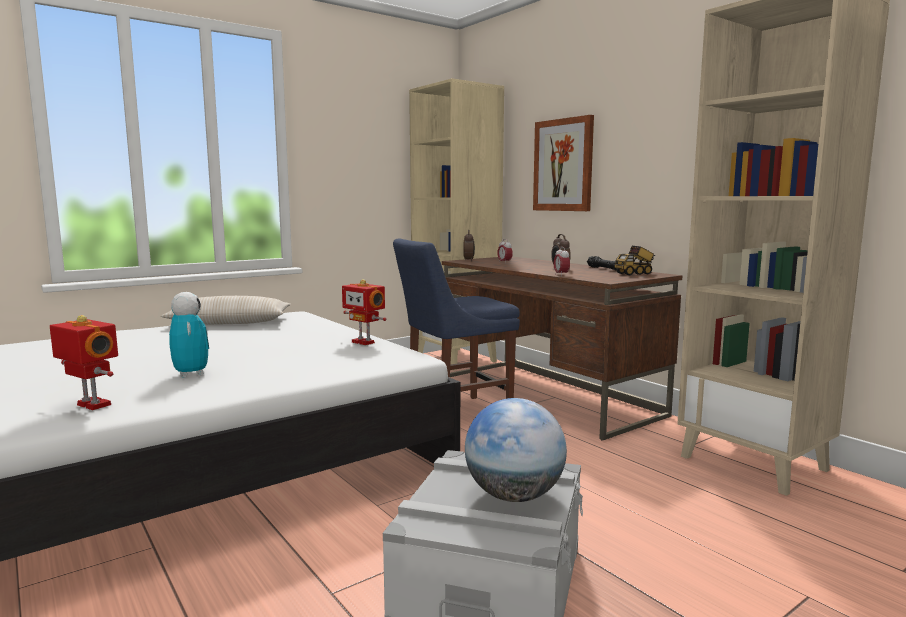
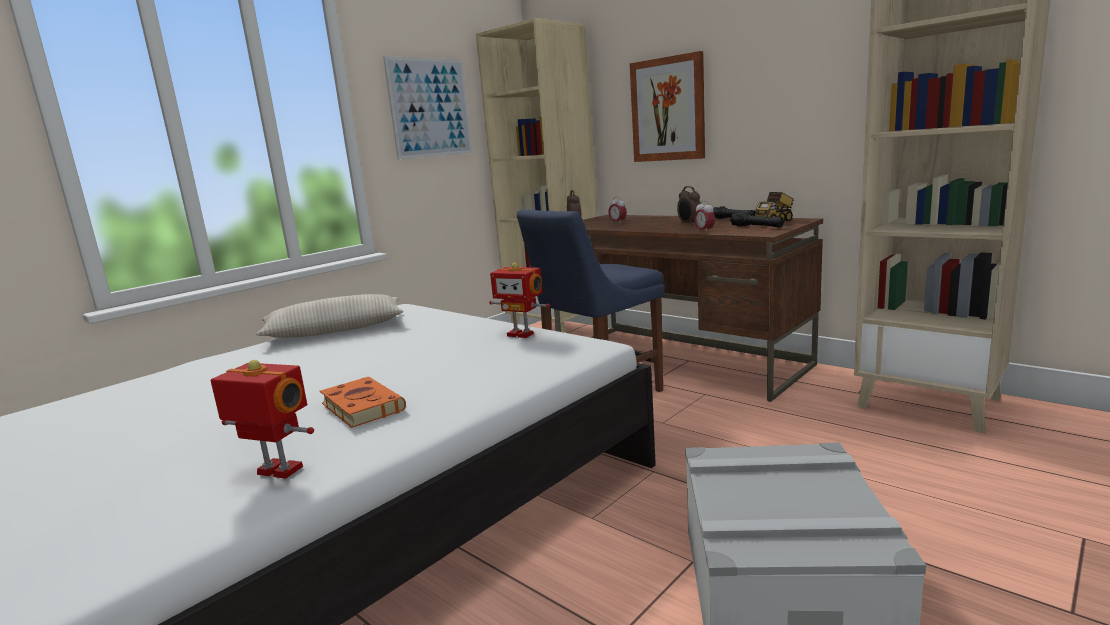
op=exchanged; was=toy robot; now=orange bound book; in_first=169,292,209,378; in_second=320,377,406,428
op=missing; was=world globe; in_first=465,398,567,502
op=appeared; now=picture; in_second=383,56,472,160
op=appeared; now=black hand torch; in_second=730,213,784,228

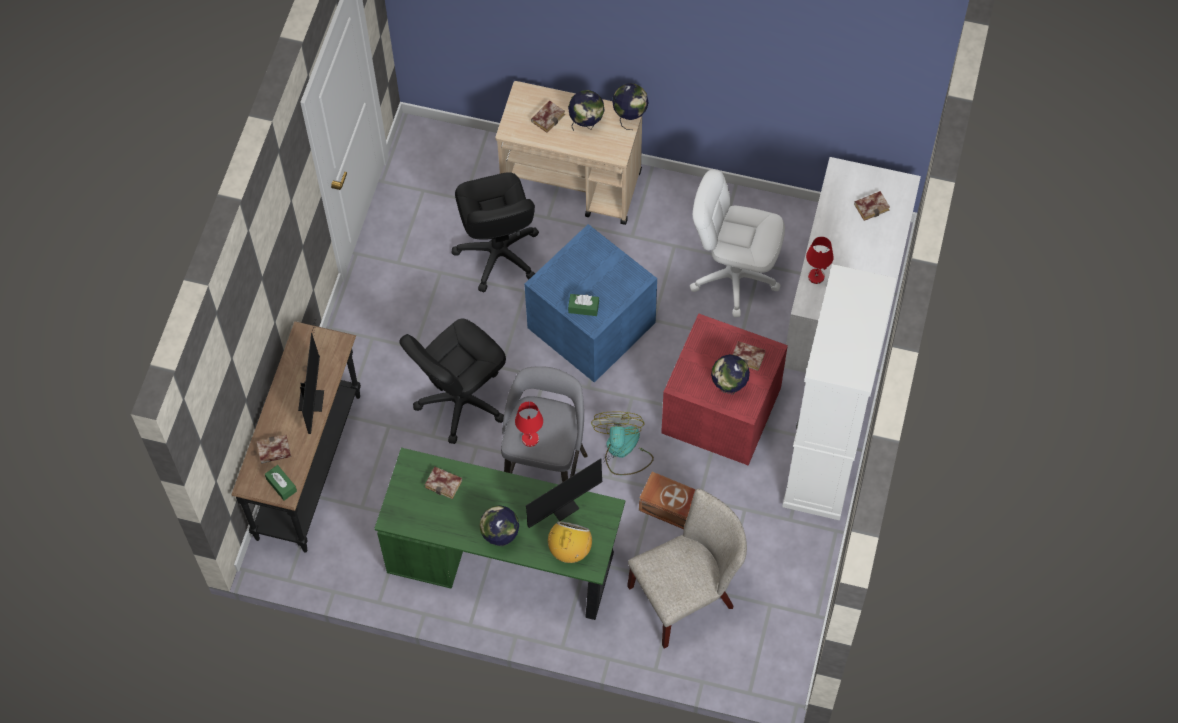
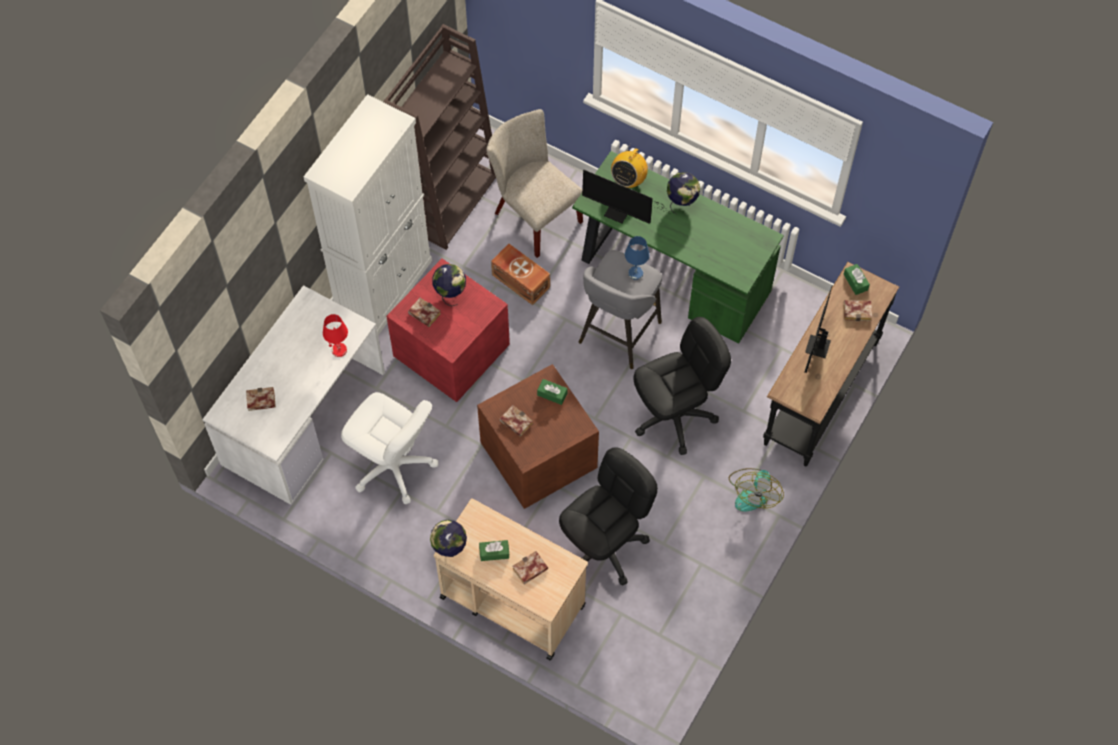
op=exchanged; was=world globe; now=green-coloured tissue holder; in_first=568,90,605,131; in_second=479,540,509,561
op=spun; was=black office chair; in_first=451,172,539,292; in_second=559,447,658,586; clockwise=45
op=colour; was=blue storage bin; now=brownish storage bin; in_first=524,224,657,383; in_second=477,364,599,509
op=colour; was=red-coloured tabletop lamp; now=blue tabletop lamp; in_first=515,401,543,447; in_second=625,236,650,280
op=relocated; was=electric fan; in_first=591,412,654,475; in_second=729,468,784,512
op=spun; was=computer display; in_first=526,451,619,528; in_second=582,169,670,224; clockwise=-135
op=relocated; was=bound book; in_first=425,466,462,499; in_second=500,405,533,437
op=spun; was=beige plain chair; in_first=627,488,747,649; in_second=486,109,583,258; clockwise=60
op=appeared; now=brownish bookcase; in_second=383,24,496,250

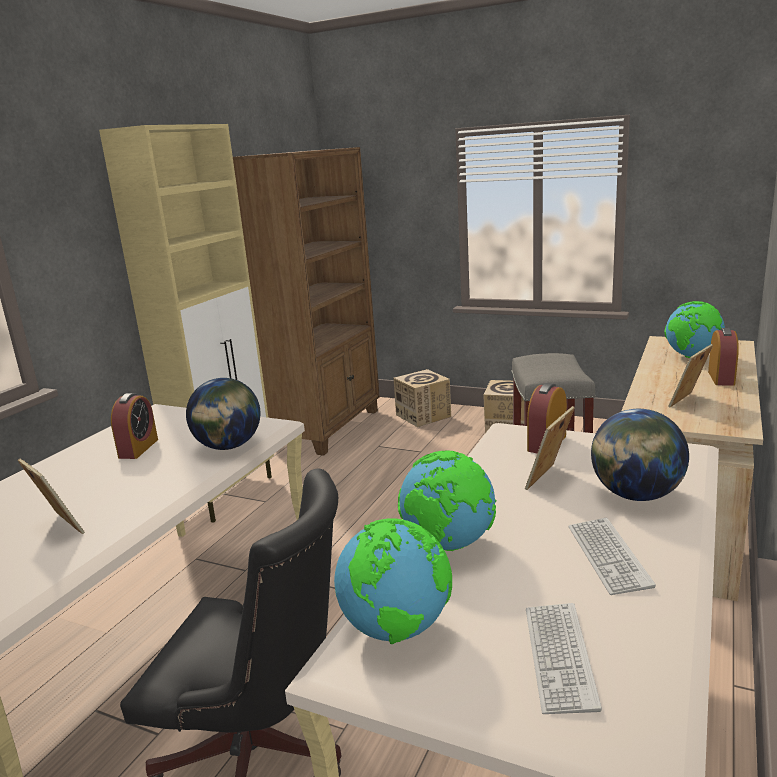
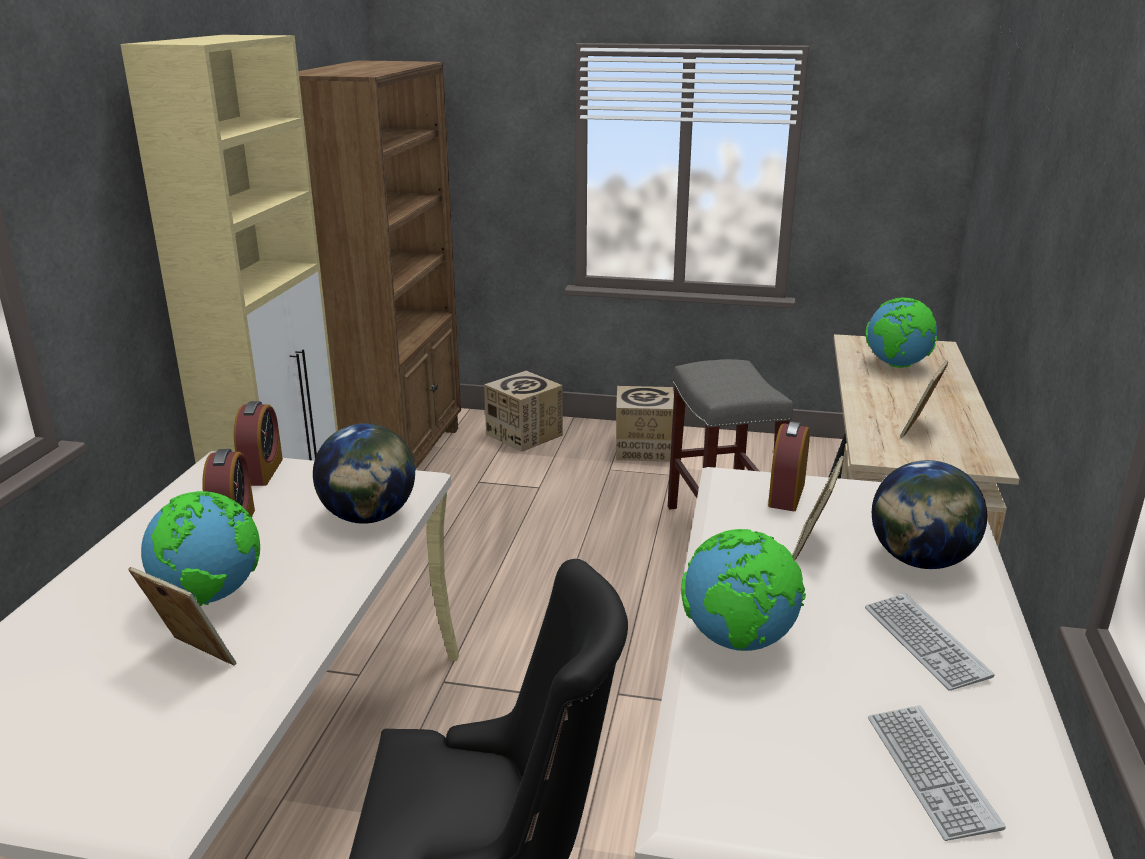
op=relocated; was=alarm clock; in_first=708,328,739,386; in_second=234,401,283,486
op=relocated; was=world globe; in_first=334,518,452,644; in_second=141,491,260,606

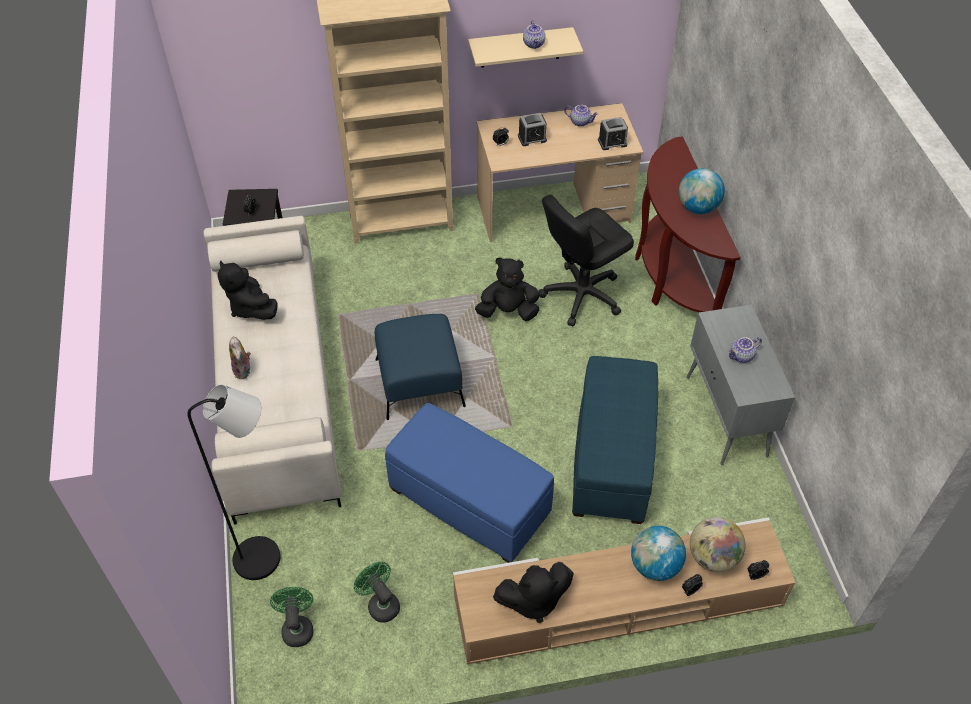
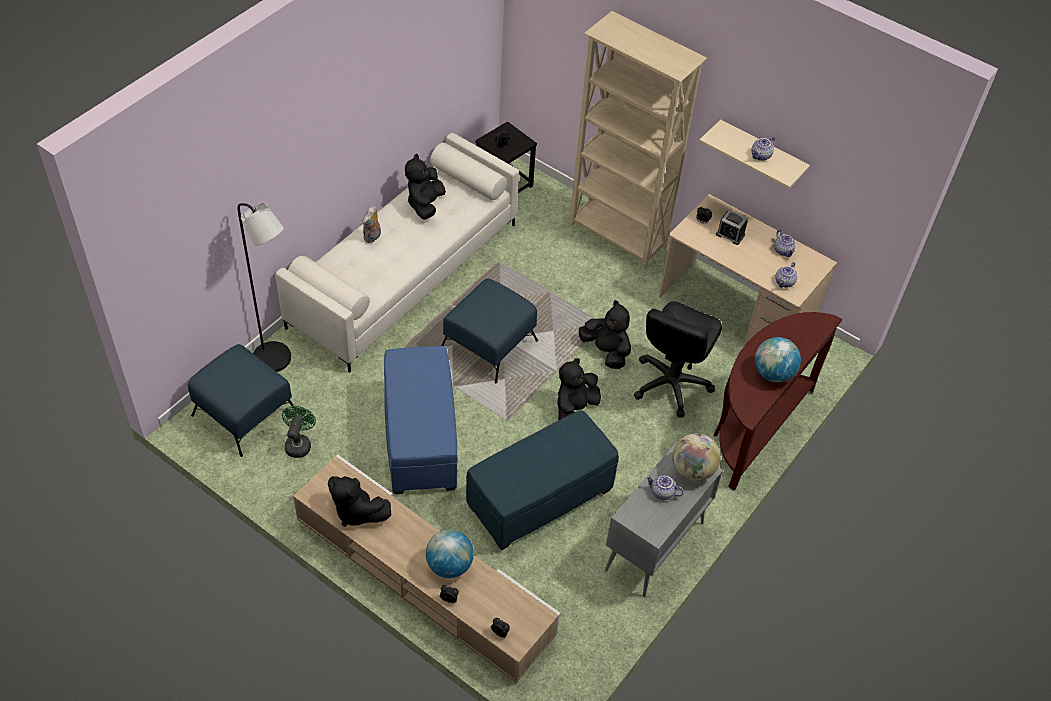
op=exchanged; was=alarm clock; now=teapot; in_first=598,117,628,150; in_second=775,262,797,288
op=spun; was=black office chair; in_first=538,195,634,326; in_second=634,301,722,418; clockwise=-75
op=relocated; was=world globe; in_first=690,517,746,572; in_second=672,433,721,481
op=exchanged; was=green-coloured electric fan; now=blue footrest; in_first=270,587,314,647; in_second=188,344,296,457
op=appeared; now=black soft toy; in_second=557,358,601,420

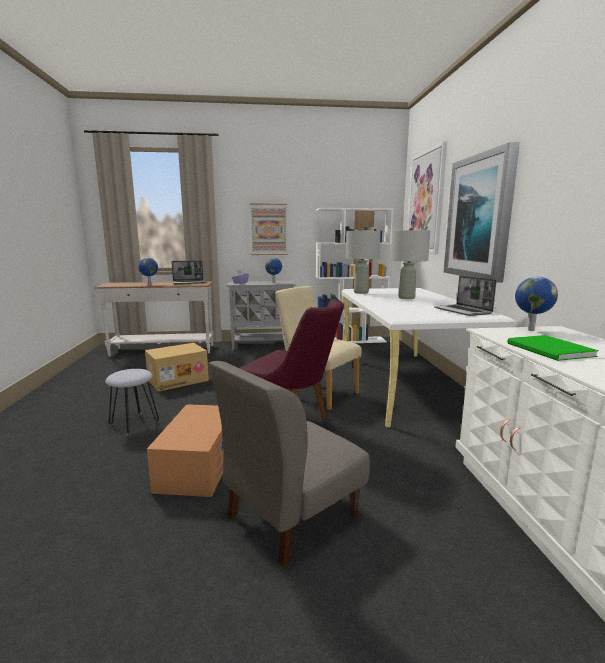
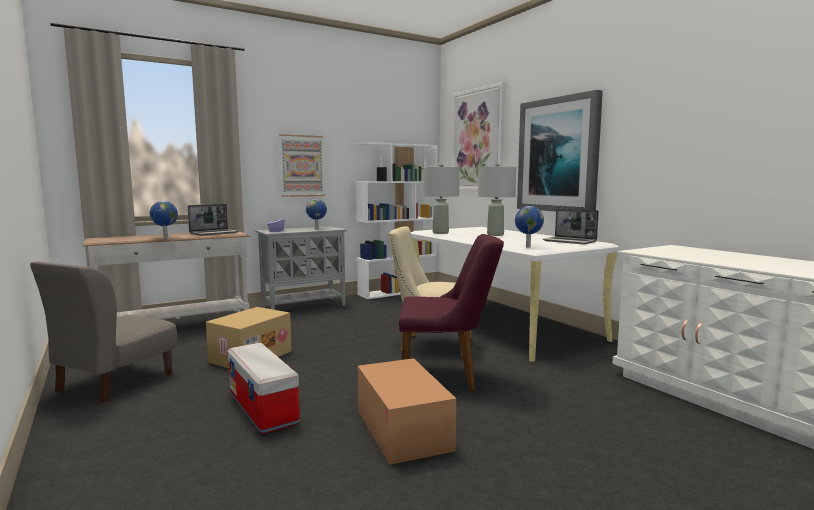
op=relocated; was=world globe; in_first=515,277,558,331; in_second=515,206,544,248
op=missing; was=green-coloured bound book; in_first=507,335,599,361
op=relocated; was=grey plain chair; in_first=208,361,370,567; in_second=30,262,177,403
op=exchanged; was=grey sitting stool; now=storage bin; in_first=105,369,159,435; in_second=227,342,300,434

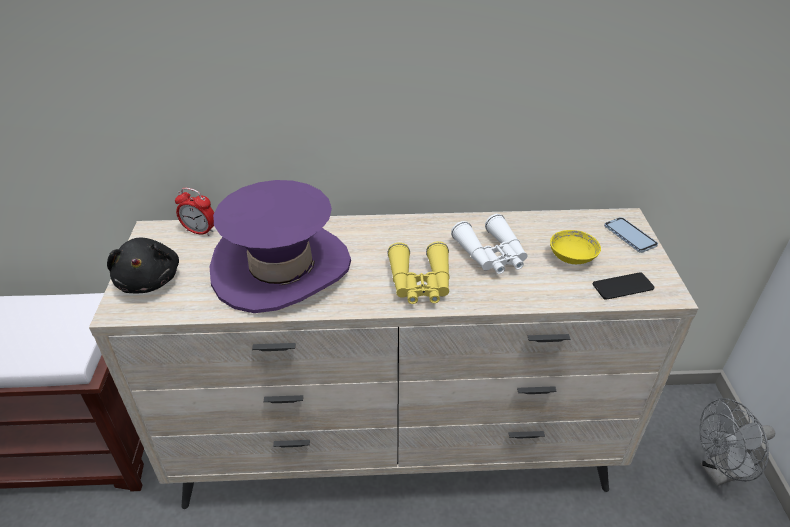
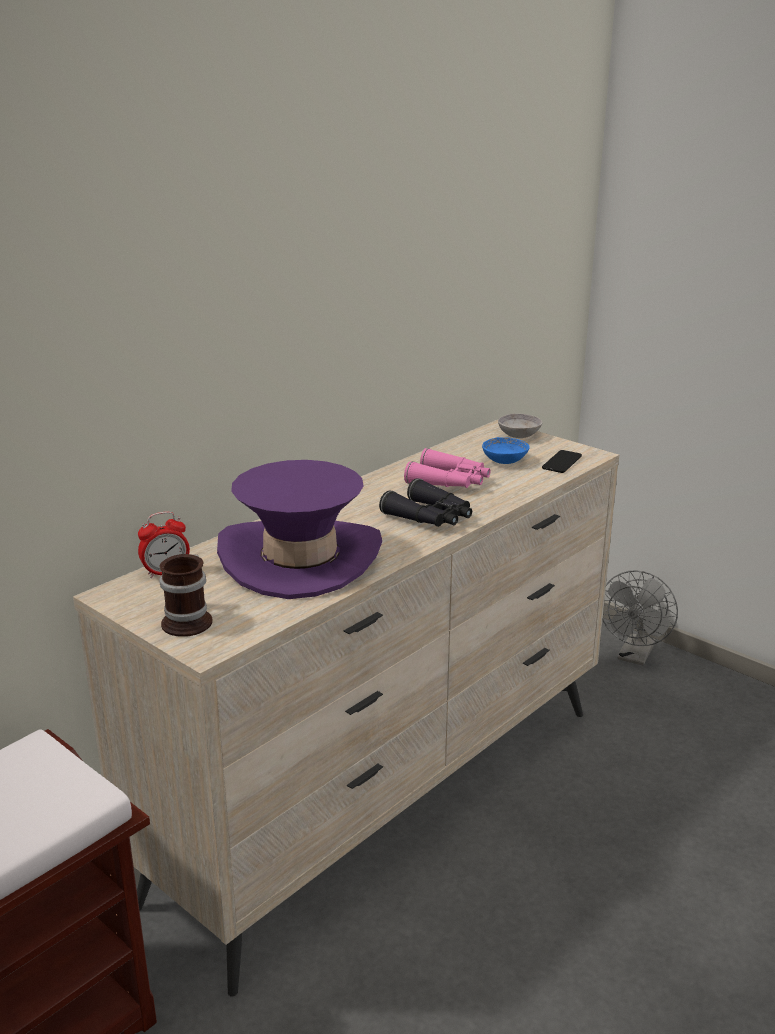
op=colour; was=white-coloured pair of binoculars; now=pink-coloured pair of binoculars; in_first=451,214,527,274; in_second=404,448,490,488
op=exchanged; was=phone; now=grey serving bowl; in_first=604,217,658,253; in_second=498,414,543,438
op=colour; was=yellow-coloured serving bowl; now=blue serving bowl; in_first=550,230,601,264; in_second=482,437,530,464
op=exchanged; was=black soft toy; now=coffee mug; in_first=107,238,179,294; in_second=159,554,213,637
op=colour; was=yellow-coloured pair of binoculars; now=black pair of binoculars; in_first=387,241,450,304; in_second=379,478,472,527

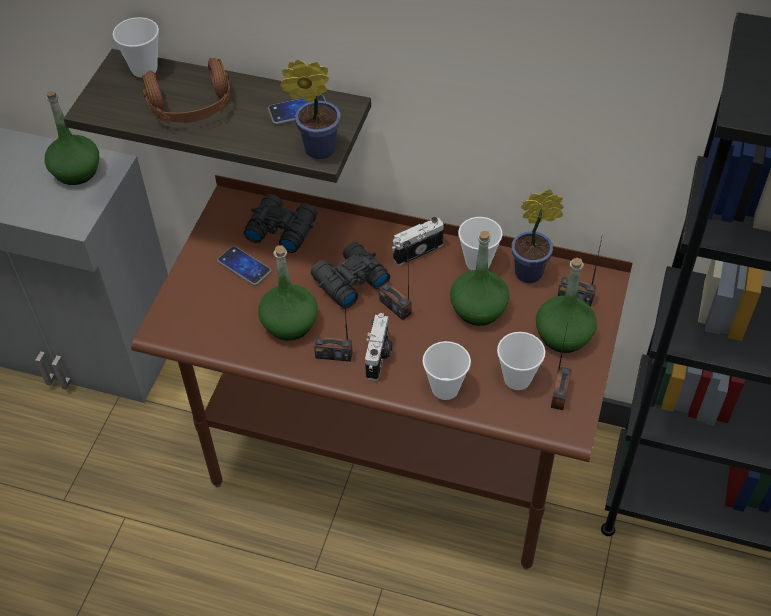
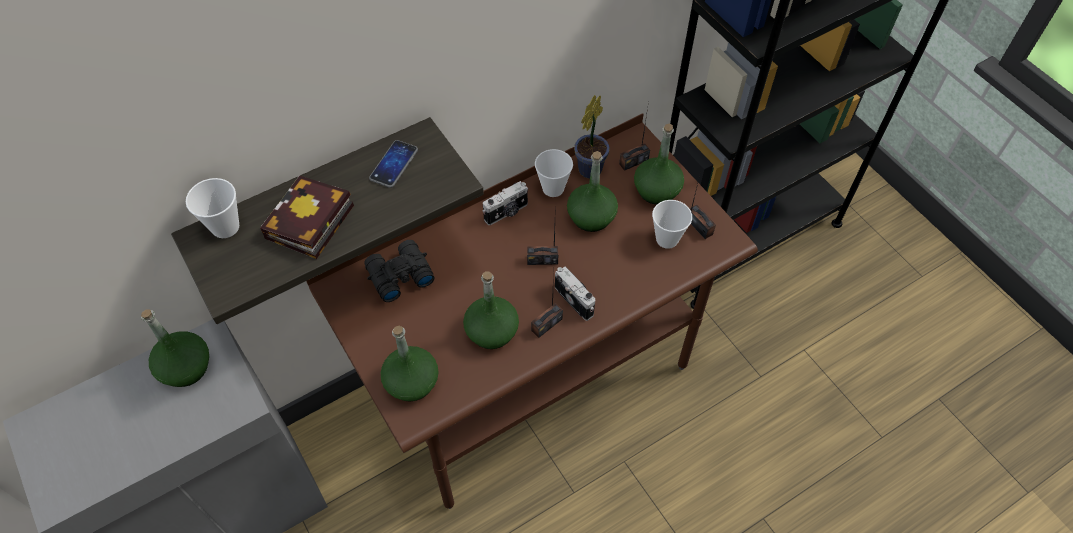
op=exchanged; was=brownish headset; now=bound book; in_first=142,58,230,124; in_second=260,175,354,259
op=missing; was=plant in a pot; in_first=280,60,341,159
op=spun; was=photo camera; in_first=392,217,444,266; in_second=483,181,528,225; clockwise=-135
op=missing; was=black pair of binoculars; in_first=311,242,390,309
op=missing; was=phone; in_first=217,246,271,286
op=missing; was=cup; in_first=422,341,471,400
op=appeared; now=green-coloured beverage bottle; in_second=381,326,439,402

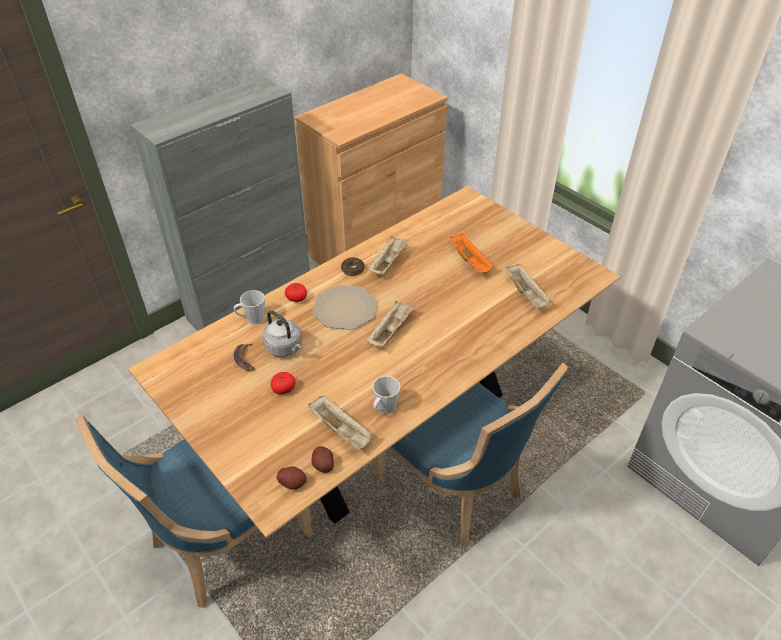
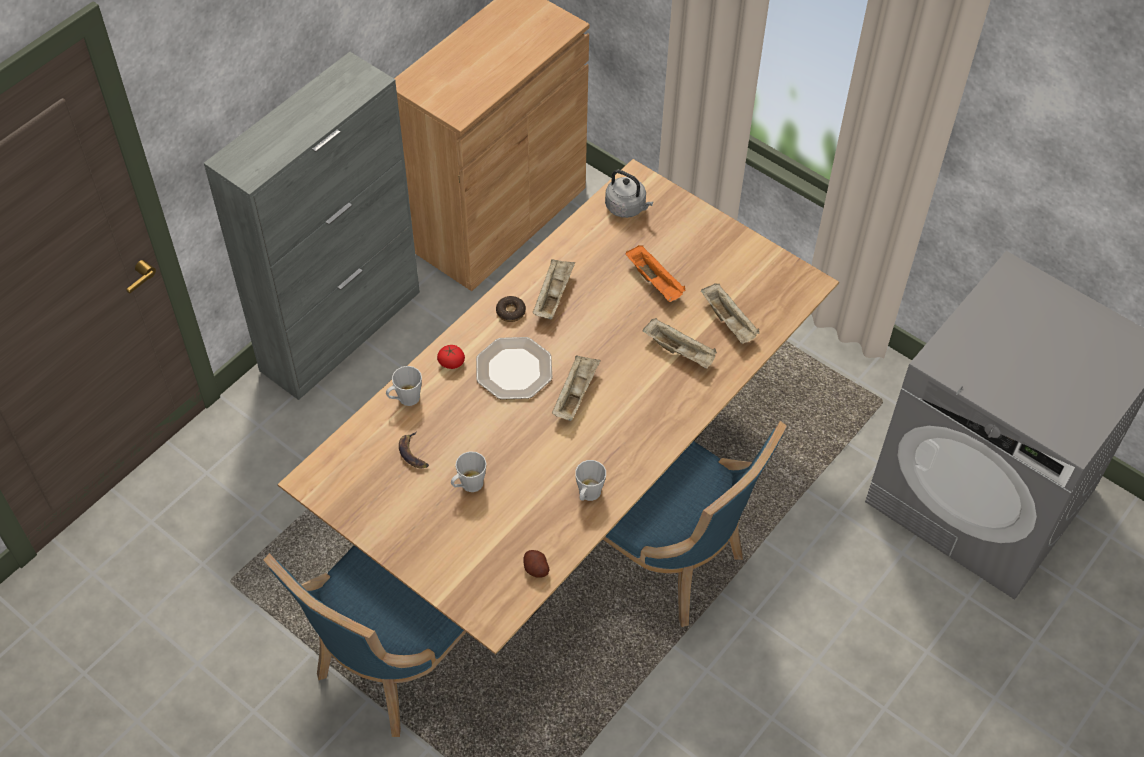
op=relocated; was=grey kettle; in_first=262,310,302,357; in_second=605,170,653,218
op=exchanged; was=fresh tomato; now=grey coffee mug; in_first=270,372,295,394; in_second=451,451,487,492
op=relocated; was=beige tray; in_first=308,396,373,451; in_second=643,318,717,369
op=missing; was=potato; in_first=276,466,307,490

